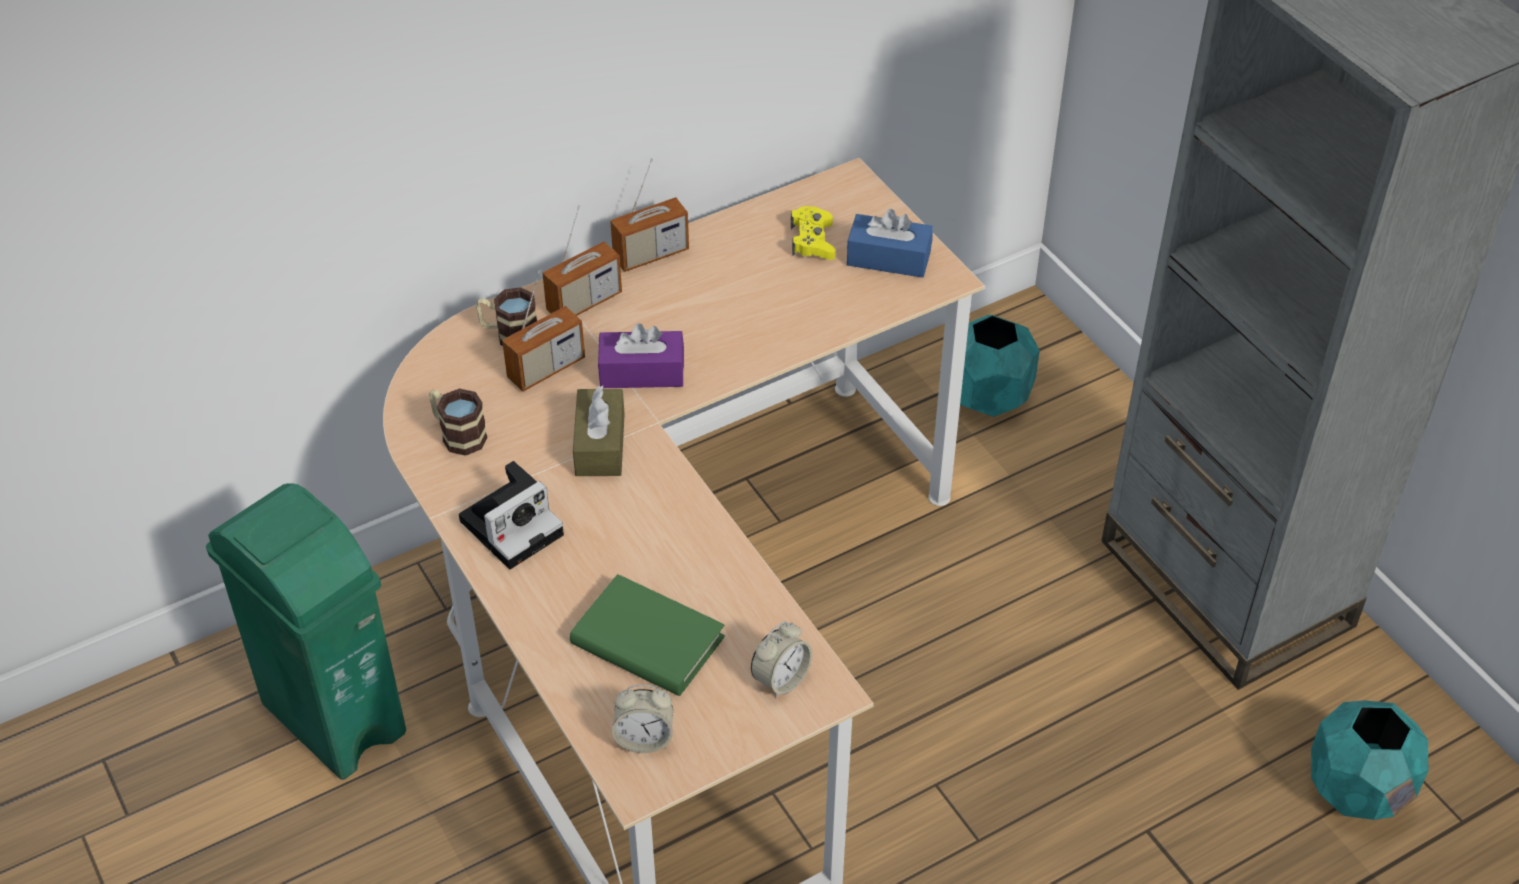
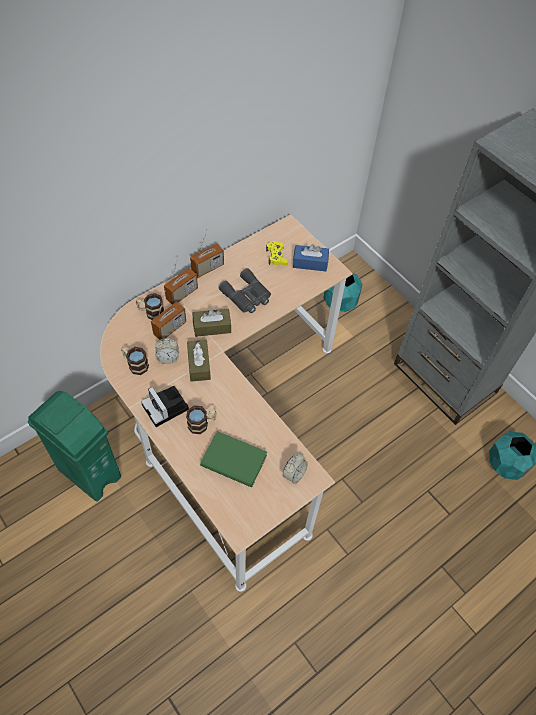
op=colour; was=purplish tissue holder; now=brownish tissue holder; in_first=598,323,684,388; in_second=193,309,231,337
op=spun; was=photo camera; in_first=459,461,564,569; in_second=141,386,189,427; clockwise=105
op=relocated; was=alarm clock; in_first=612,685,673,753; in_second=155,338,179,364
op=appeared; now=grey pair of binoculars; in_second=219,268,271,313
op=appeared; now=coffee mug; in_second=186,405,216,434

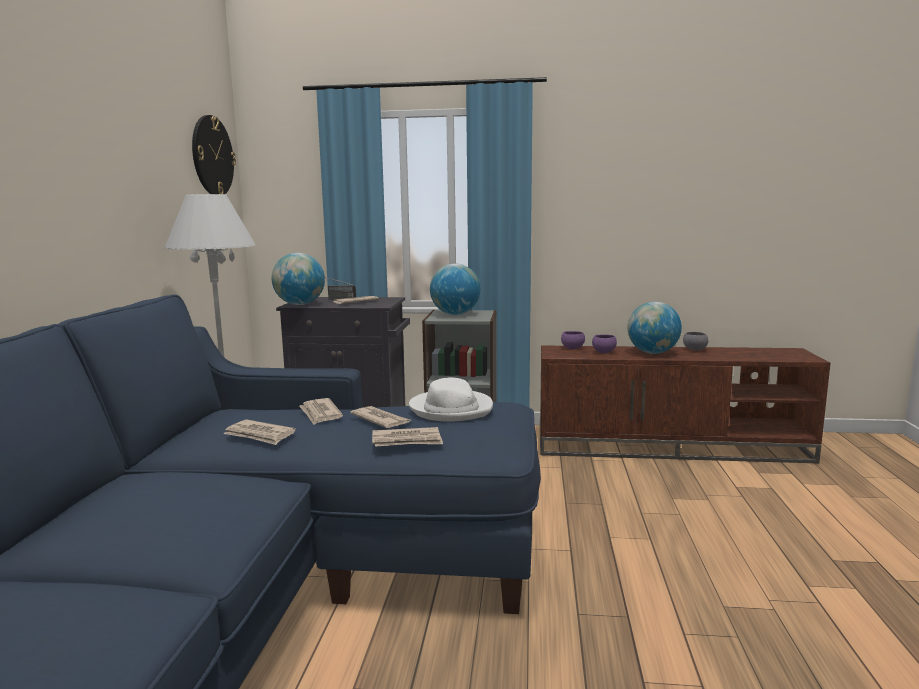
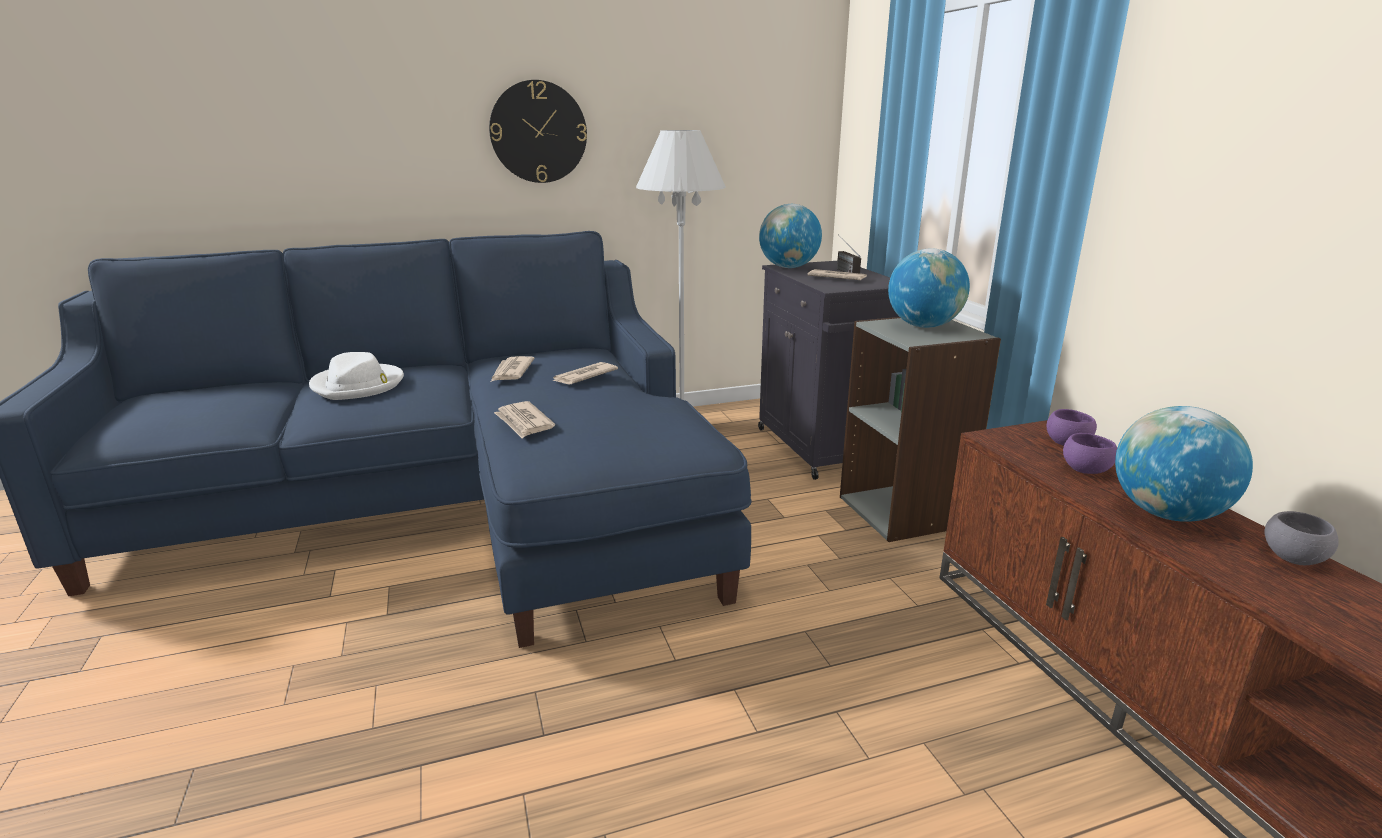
op=relocated; was=clock on the wall; in_first=192,115,236,194; in_second=489,80,587,183
op=relocated; was=white-coloured wearable hat; in_first=409,377,493,422; in_second=309,352,404,400
op=missing; was=printed paper; in_first=350,406,411,428

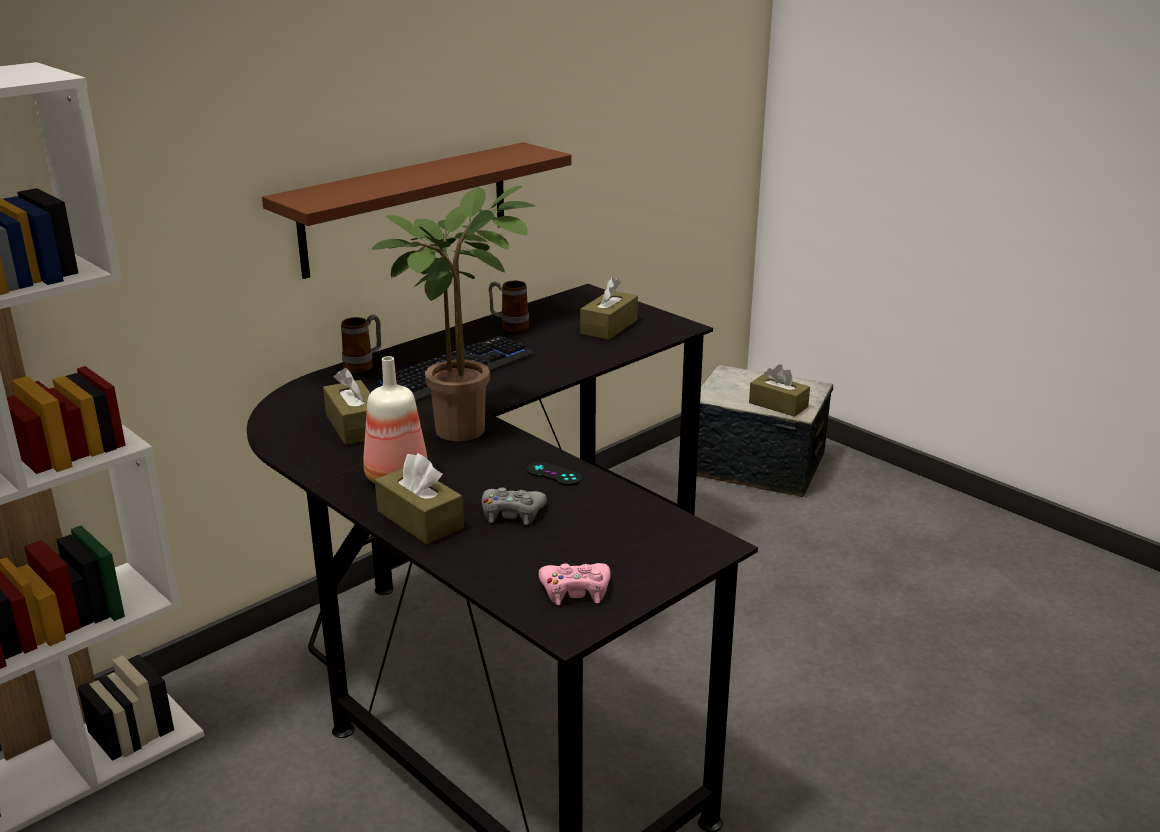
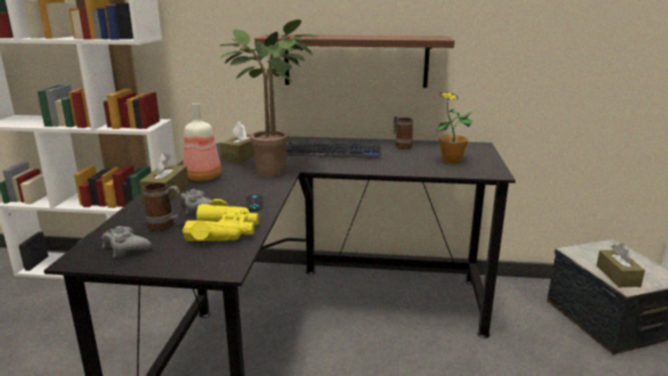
op=exchanged; was=brownish tissue holder; now=plant in a pot; in_first=580,277,638,340; in_second=436,92,473,164
op=relocated; was=coffee mug; in_first=341,314,381,373; in_second=143,182,182,231
op=colour; was=pink-coloured game controller; now=grey game controller; in_first=539,563,611,605; in_second=101,226,152,257
op=appeared; now=yellow-coloured pair of binoculars; in_second=182,199,259,241

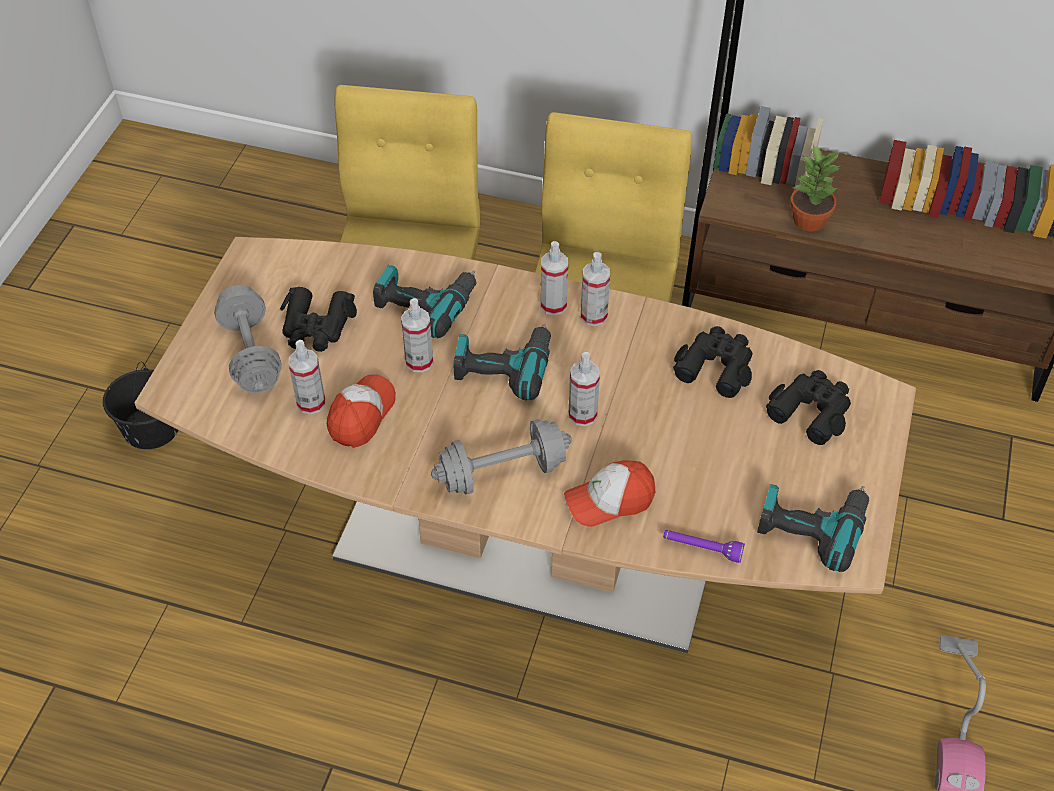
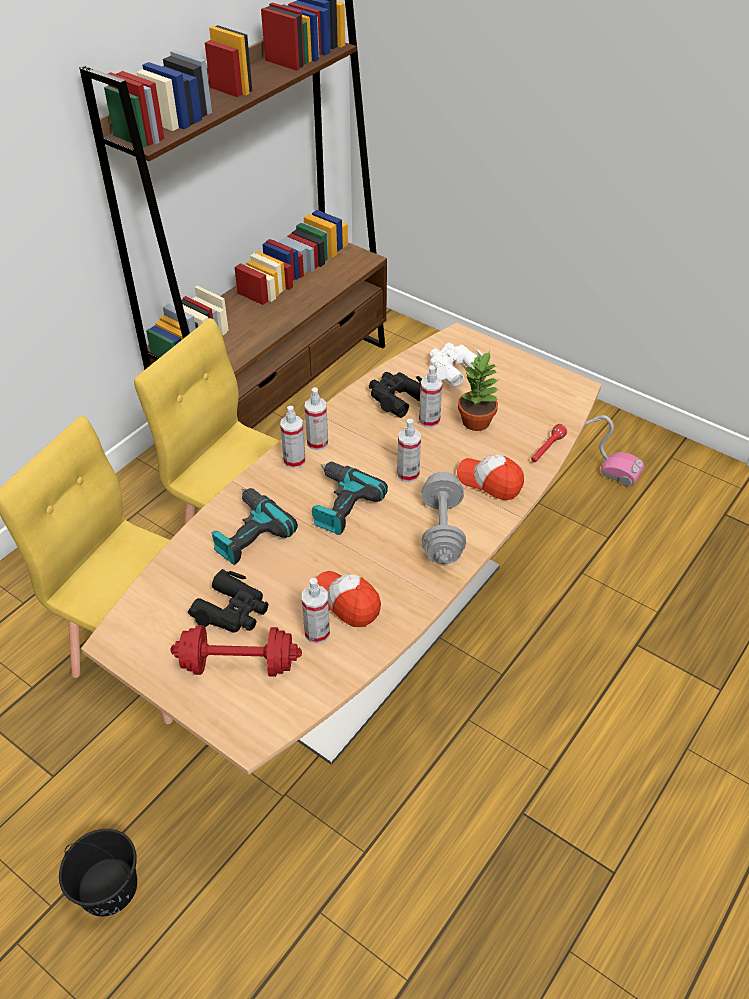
op=relocated; was=plant in a pot; in_first=790,145,840,231; in_second=458,351,500,431
op=colour; was=grey hand weight; now=red-coloured hand weight; in_first=214,285,282,393; in_second=171,625,302,677
op=relocated; was=spray bottle; in_first=401,298,433,373; in_second=419,365,443,428
op=colour; was=black pair of binoculars; now=white-coloured pair of binoculars; in_first=766,370,851,445; in_second=430,343,490,387
op=spun; was=peaked cap; in_first=564,460,655,527; in_second=457,455,524,500; clockwise=120
op=missing; was=drill; in_first=757,484,869,572
op=colour; was=purplish hand torch; now=red-coloured hand torch; in_first=663,530,745,563; in_second=531,424,567,462

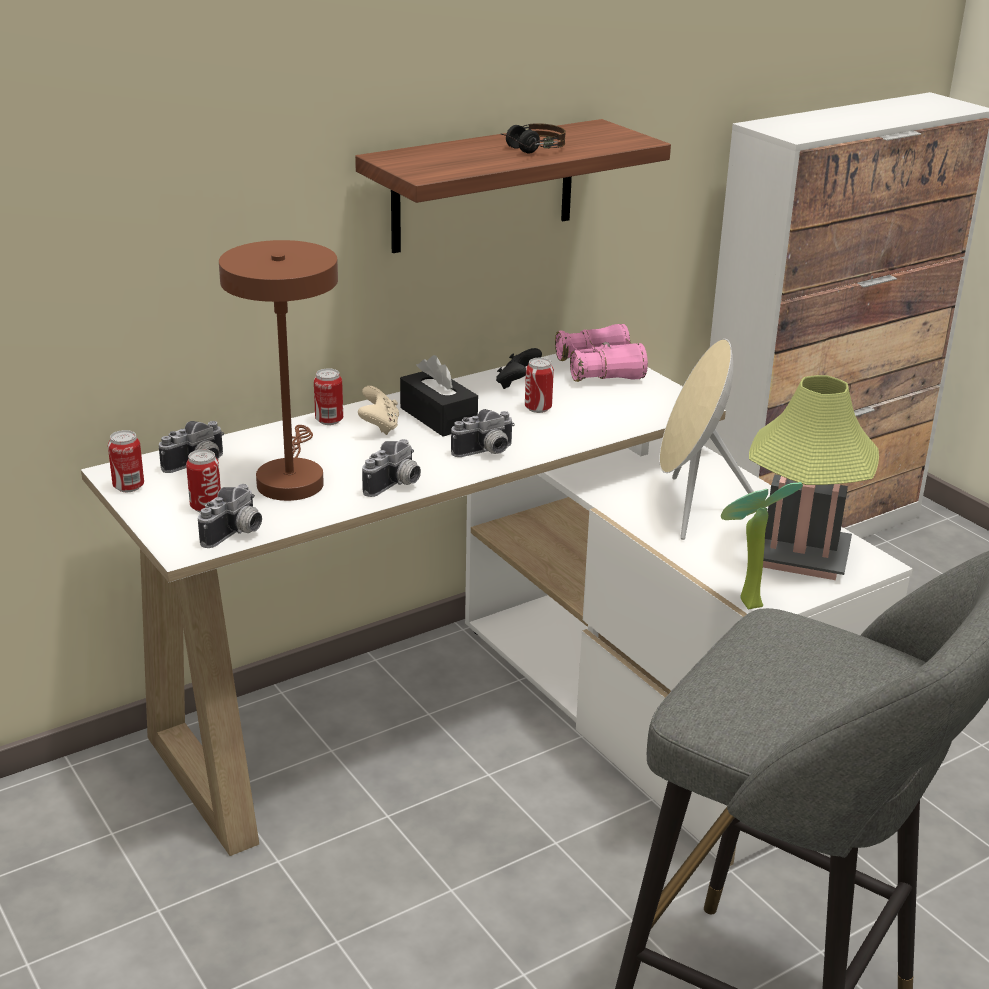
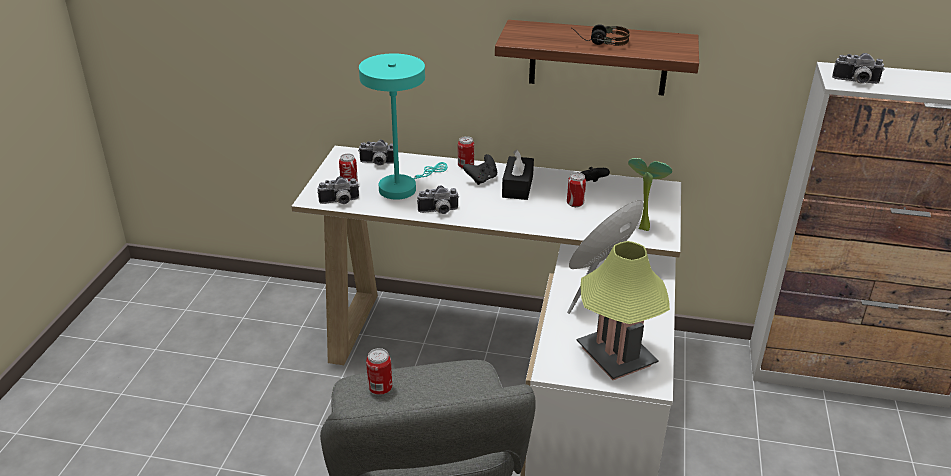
op=colour; was=brownish tabletop lamp; now=blue-green tabletop lamp; in_first=219,240,338,501; in_second=359,53,448,200
op=missing; was=pink-coloured pair of binoculars; in_first=555,324,648,382
op=colour; was=beige game controller; now=black game controller; in_first=358,386,399,435; in_second=463,154,497,185
op=relocated; was=photo camera; in_first=451,409,515,457; in_second=832,53,885,84
op=relocated; was=can; in_first=108,430,144,492; in_second=366,348,392,395
op=relocated; was=plant in a pot; in_first=721,482,803,610; in_second=628,158,672,231

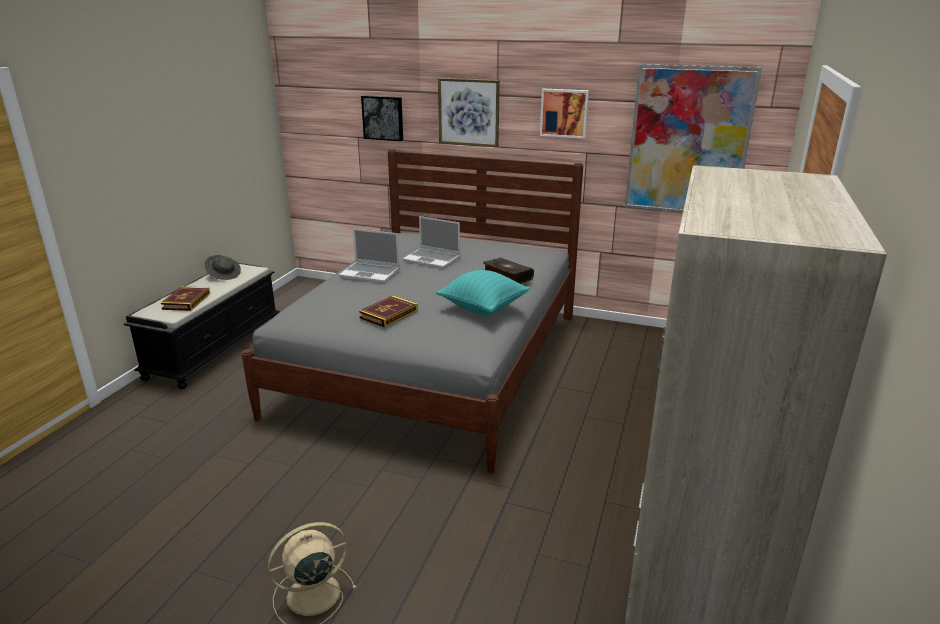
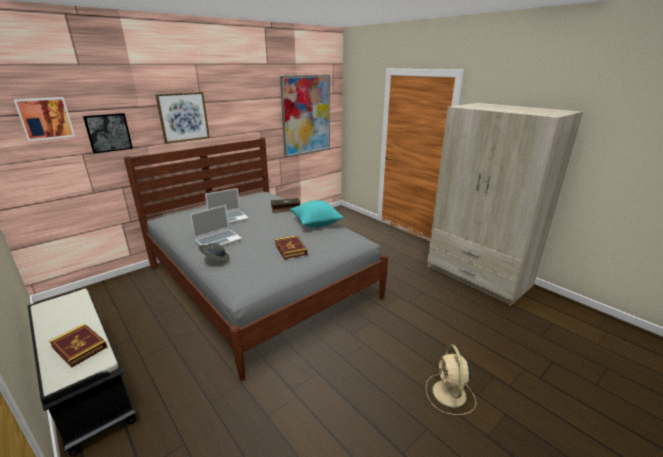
op=relocated; was=picture; in_first=540,89,589,139; in_second=13,97,75,141
op=relocated; was=grey wearable hat; in_first=205,255,241,280; in_second=199,243,230,261

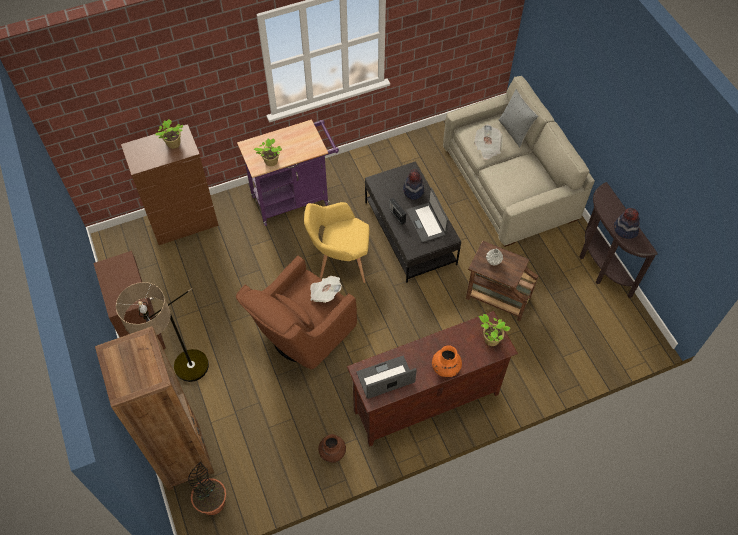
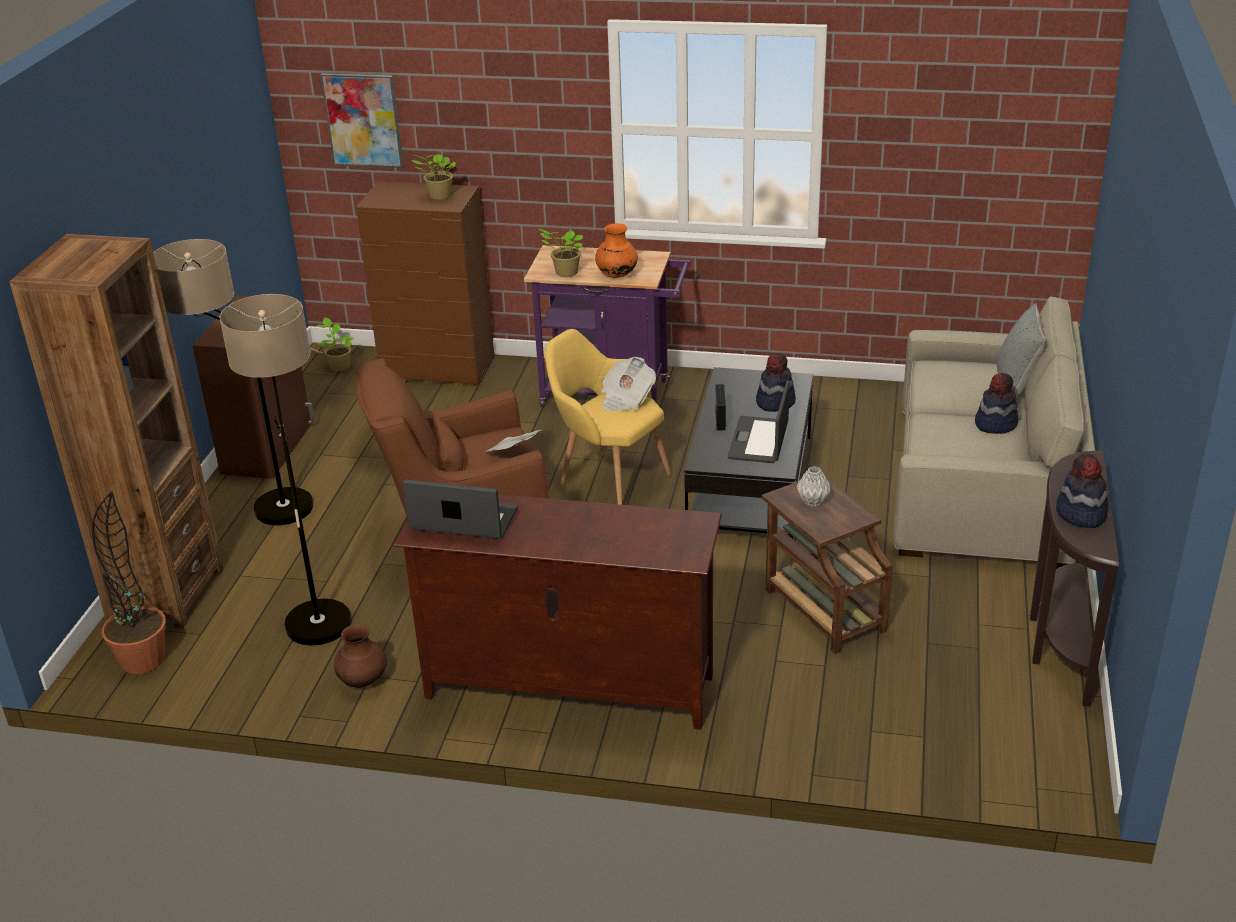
op=relocated; was=printed paper; in_first=474,124,503,160; in_second=601,357,656,411
op=relocated; was=plant in a pot; in_first=479,314,510,346; in_second=317,317,354,371
op=relocated; was=orange flower vase; in_first=432,345,462,377; in_second=595,223,638,278
op=appeared; now=picture; in_second=321,73,404,168
op=appeared; now=standing lamp; in_second=219,294,351,646
op=appeared; now=wearable hat; in_second=975,373,1018,434

